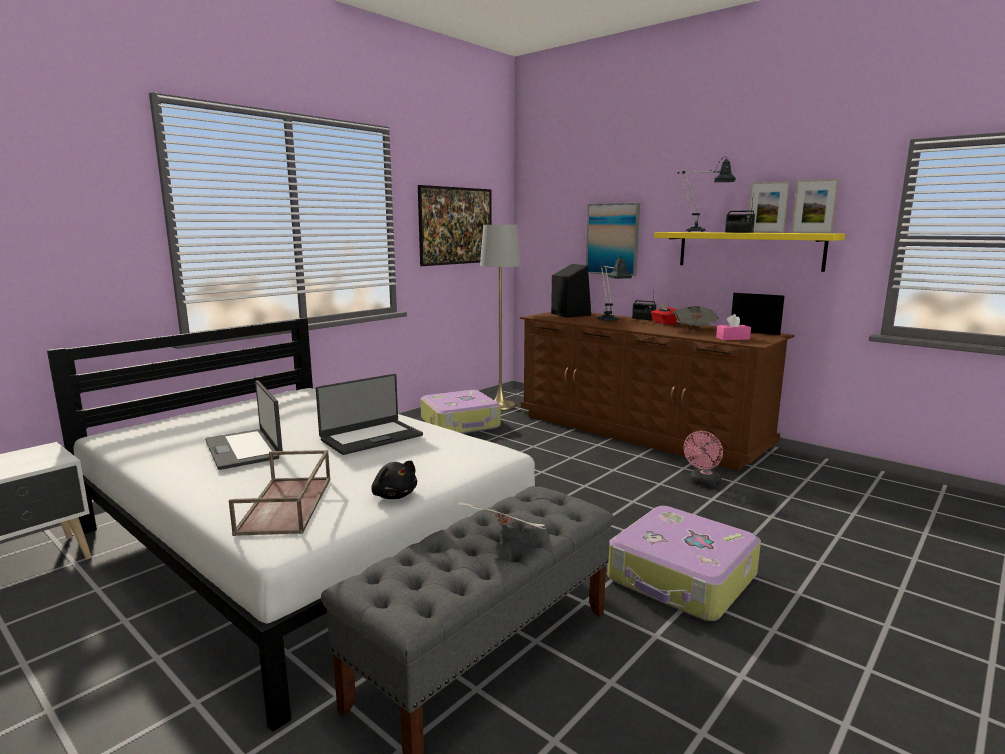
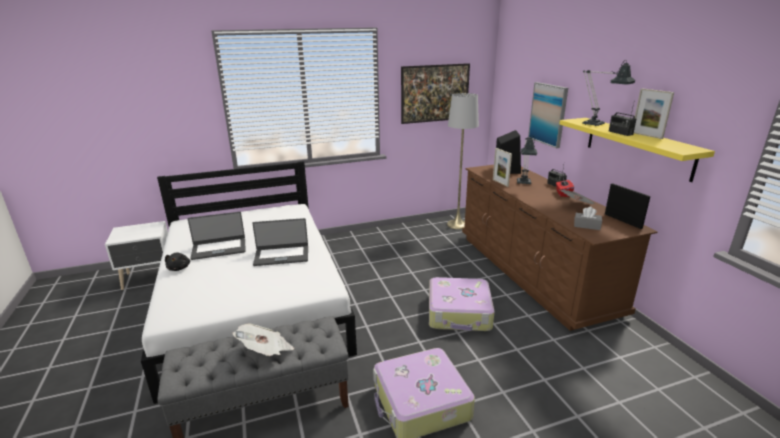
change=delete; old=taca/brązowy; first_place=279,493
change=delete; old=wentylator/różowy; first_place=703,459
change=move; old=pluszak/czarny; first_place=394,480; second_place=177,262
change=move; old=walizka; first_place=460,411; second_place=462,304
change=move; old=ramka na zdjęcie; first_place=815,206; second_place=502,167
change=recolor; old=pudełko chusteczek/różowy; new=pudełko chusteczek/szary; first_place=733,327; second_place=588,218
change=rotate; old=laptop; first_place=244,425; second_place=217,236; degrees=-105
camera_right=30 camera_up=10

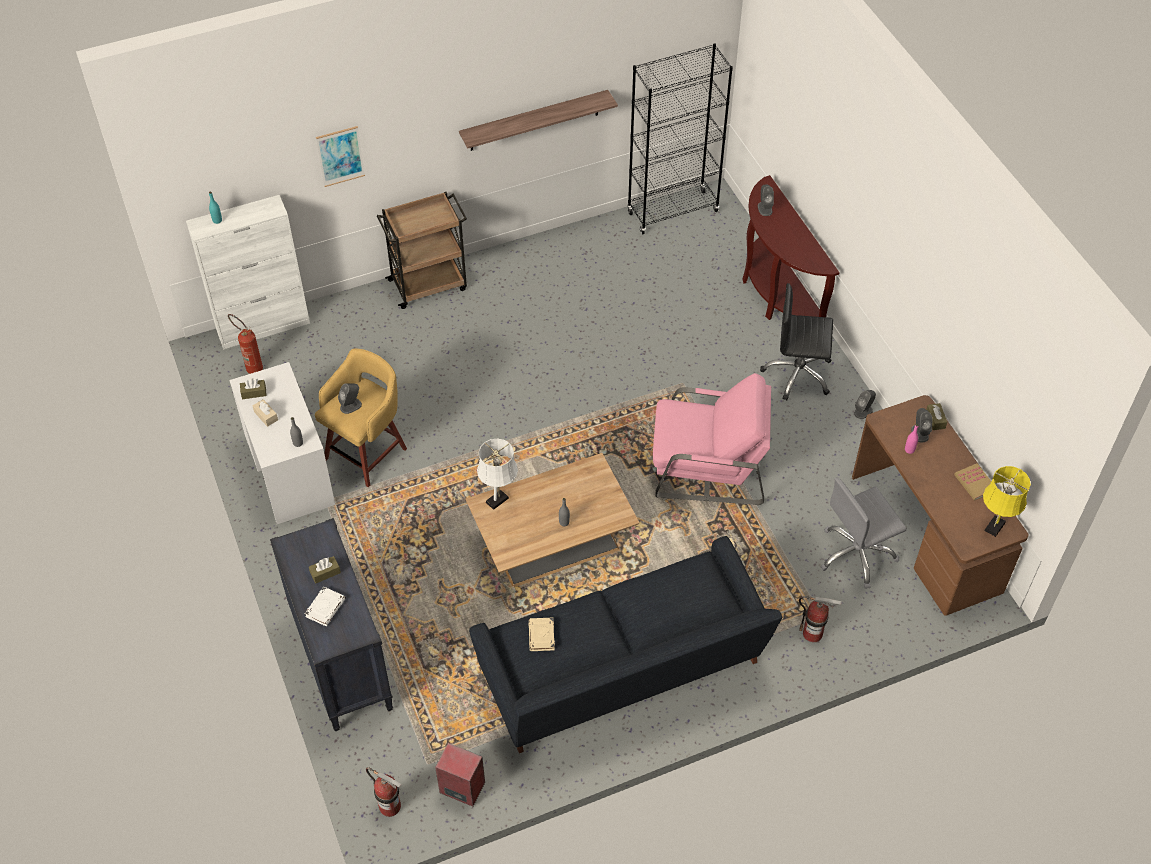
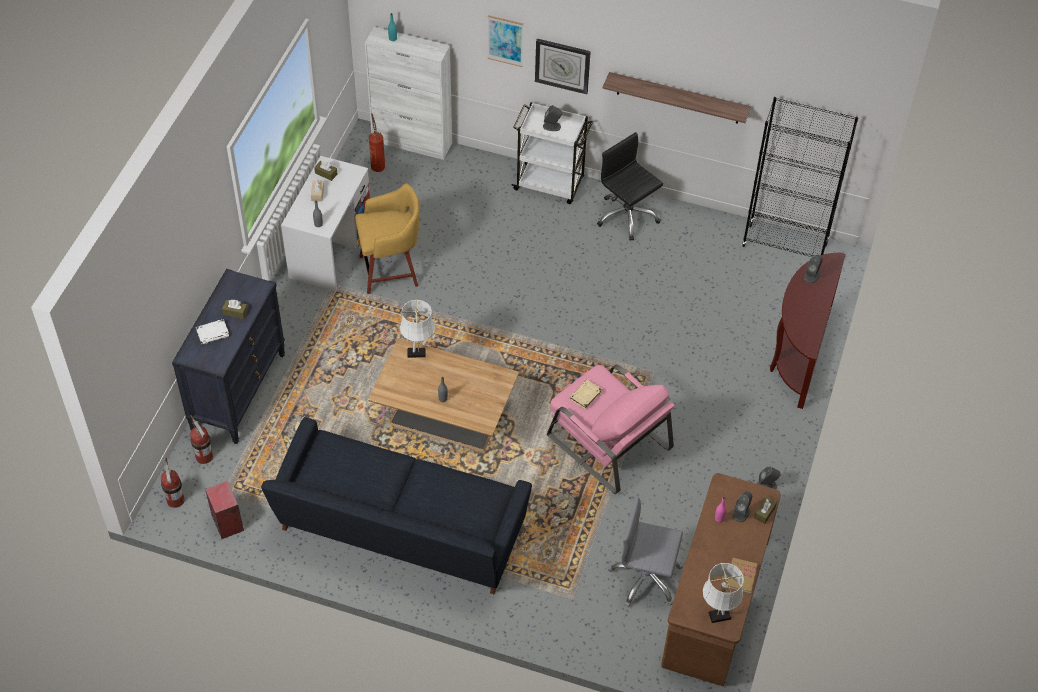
change=insert; new=zegar ścienny; second_place=563,66
change=move; old=głośnik/szary; first_place=350,398; second_place=552,118
change=move; old=książka/beżowy; first_place=541,634; second_place=585,394
change=move; old=krzesło biurowe/czarny; first_place=796,342; second_place=630,186
change=move; old=gaśnica; first_place=820,619; second_place=201,439
change=recolor; old=wózek/brązowy; new=wózek/biały; first_place=422,250; second_place=552,153
change=recolor; old=lampa stołowa/żółty; new=lampa stołowa/biały; first_place=1007,501; second_place=723,593
camera_right=40 camera_up=0

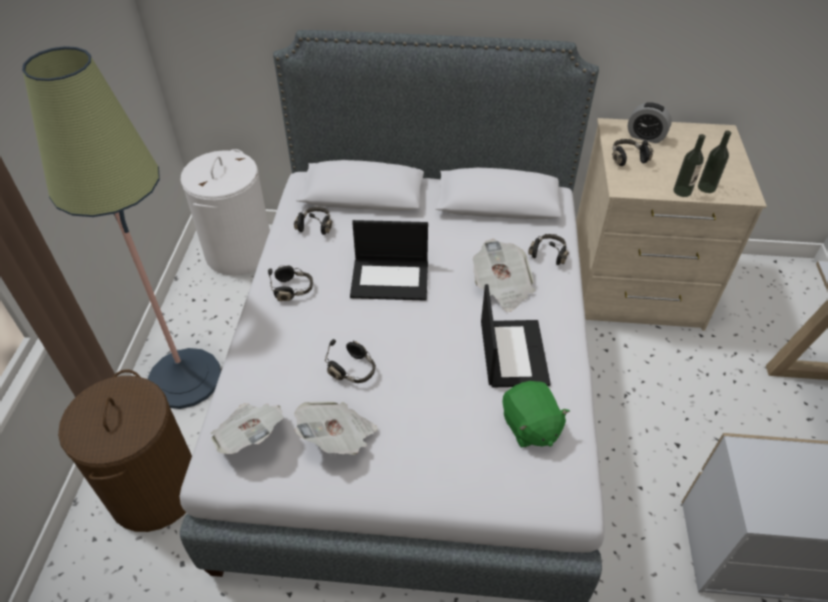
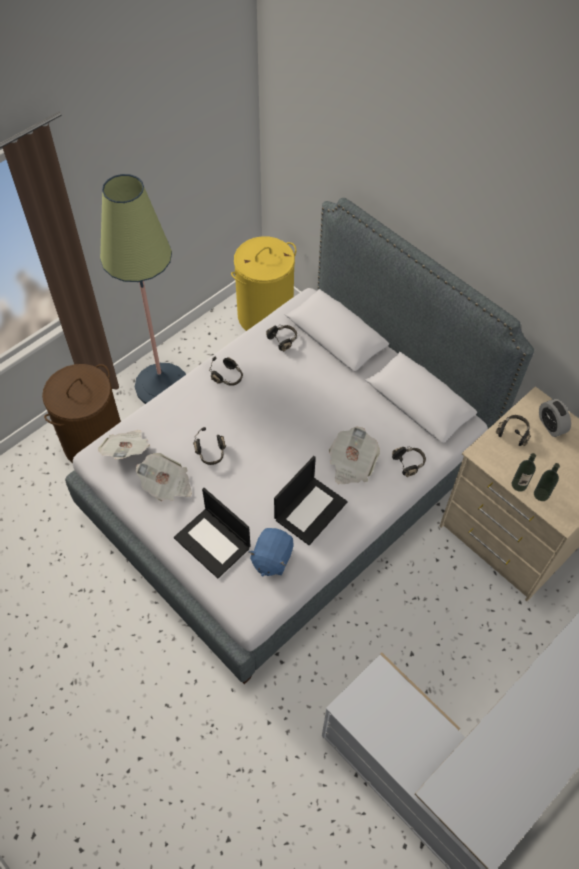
change=move; old=laptop; first_place=389,260; second_place=212,533
change=recolor; old=kosz na pranie/biały; new=kosz na pranie/żółty; first_place=225,212; second_place=263,283
change=recolor; old=pluszak/zielony; new=pluszak/niebieski; first_place=536,414; second_place=271,552
camera_right=40 camera_up=10

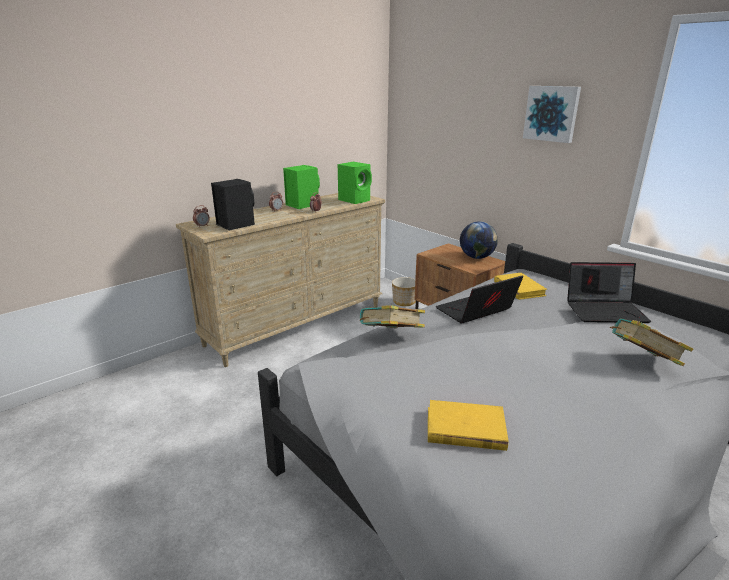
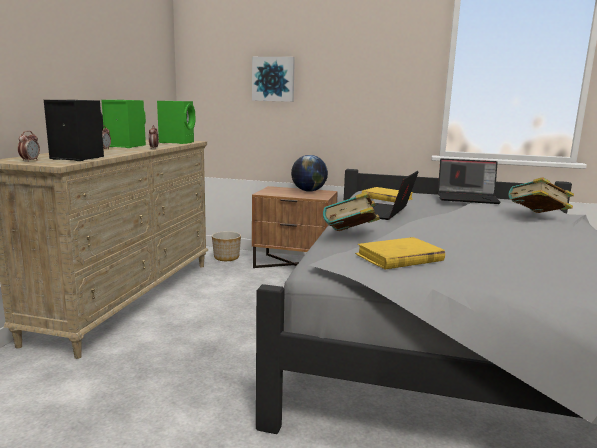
change=move; old=książka/żółty; first_place=468,425; second_place=400,253
change=move; old=obraz; first_place=552,114; second_place=273,79
change=rotate; old=laptop; first_place=609,292; second_place=469,181; degrees=45
camera_right=-35 camera_up=-10

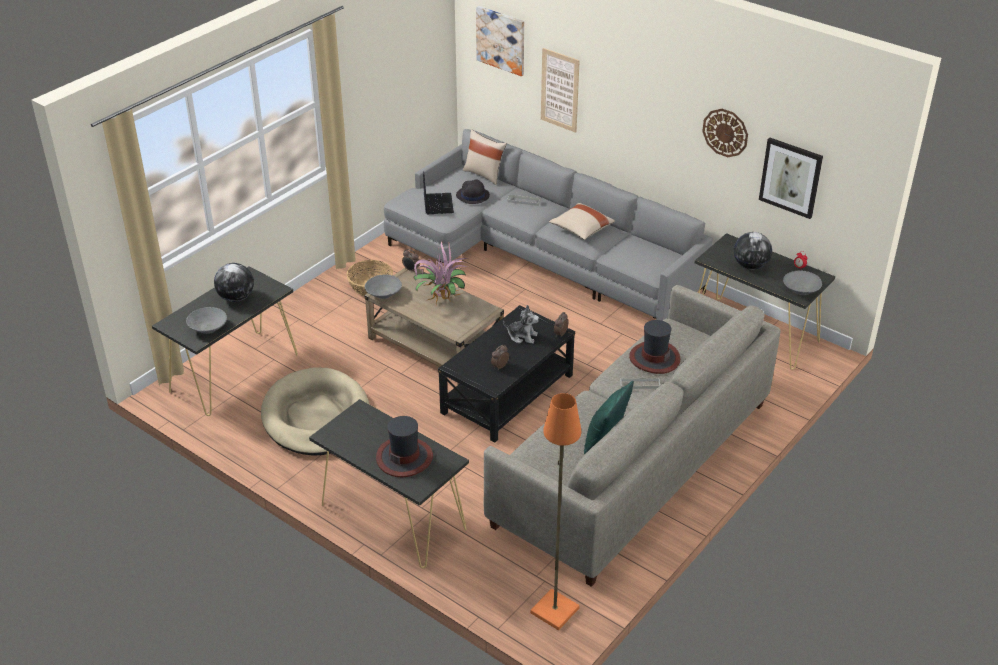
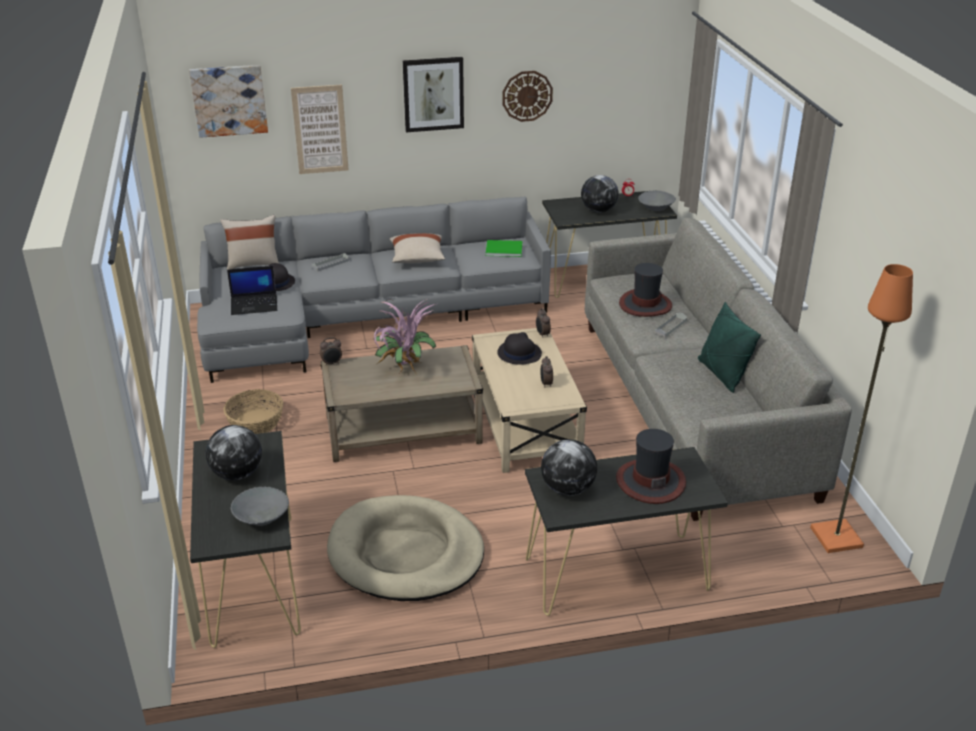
change=delete; old=miska/szary; first_place=383,286
change=insert; new=książka/zielony; second_place=504,248
change=insert; new=globus; second_place=569,467
change=move; old=obraz; first_place=791,178; second_place=433,94
change=replace; old=pluszak; new=kapelusz/czarny; first_place=521,324; second_place=519,348
change=recolor; old=ława/czarny; new=ława/beżowy; first_place=506,374; second_place=529,400
change=rotate; old=laptop; first_place=438,192; second_place=252,290; degrees=135
camera_right=-50 camera_up=-5

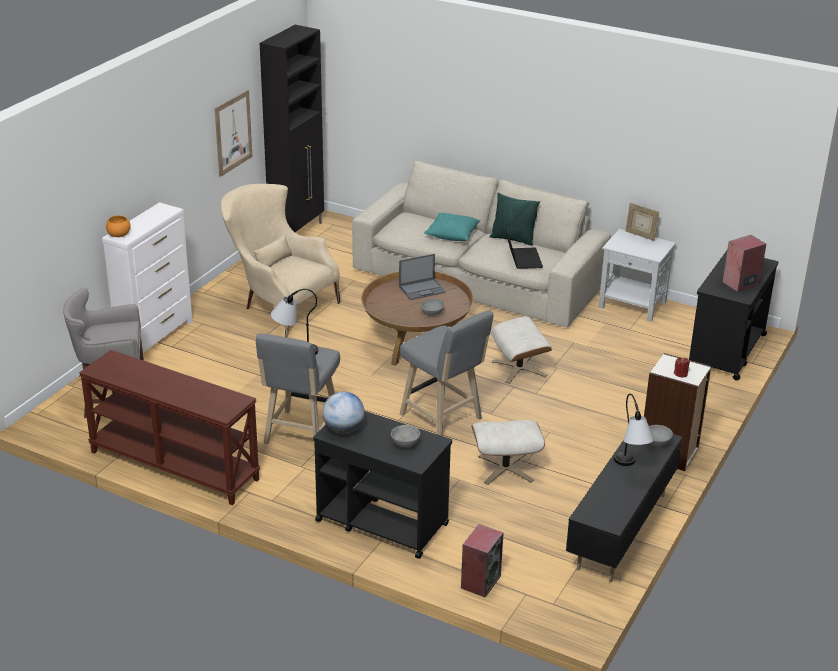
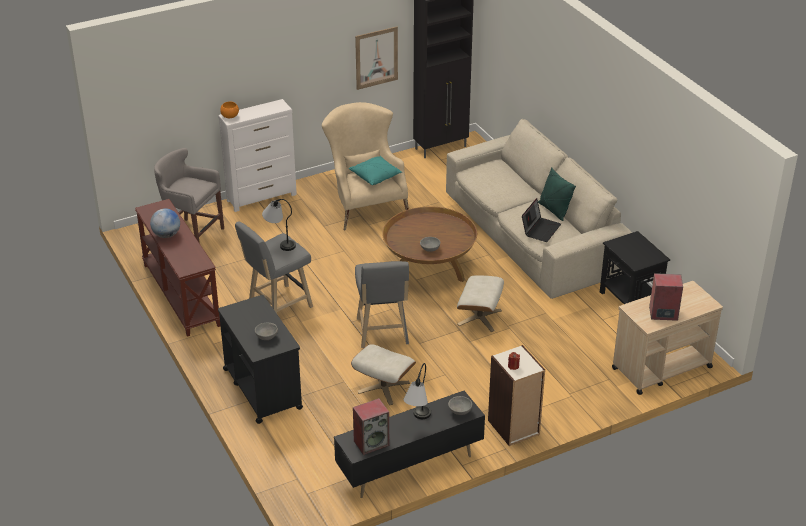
change=delete; old=laptop; first_place=422,277
change=delete; old=ramka na zdjęcie; first_place=642,222
change=move; old=globus; first_place=343,412; second_place=165,223
change=move; old=poduszka/turkusowy; first_place=452,227; second_place=375,170
change=move; old=głośnik; first_place=482,560; second_place=371,426
change=recolor; old=stolik/biały; new=stolik/czarny; first_place=637,275; second_place=635,267
change=recolor; old=wózek/czarny; new=wózek/beżowy; first_place=733,315; second_place=667,338
camera_right=35 camera_up=5

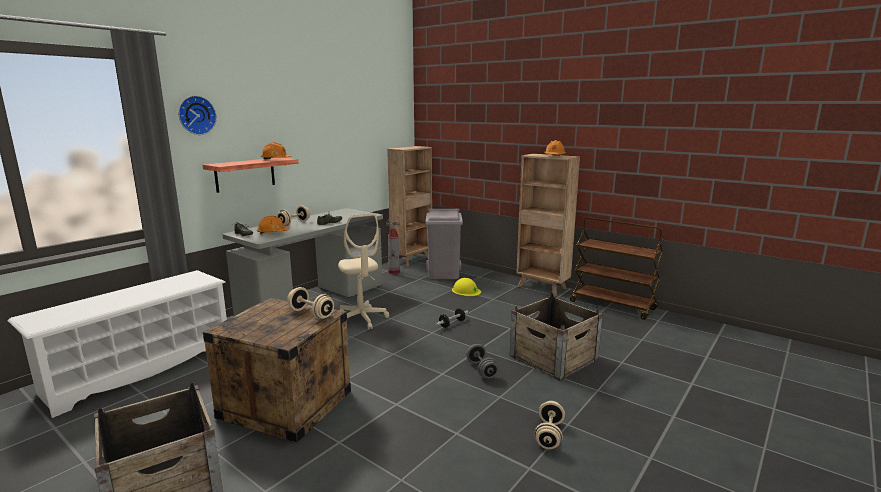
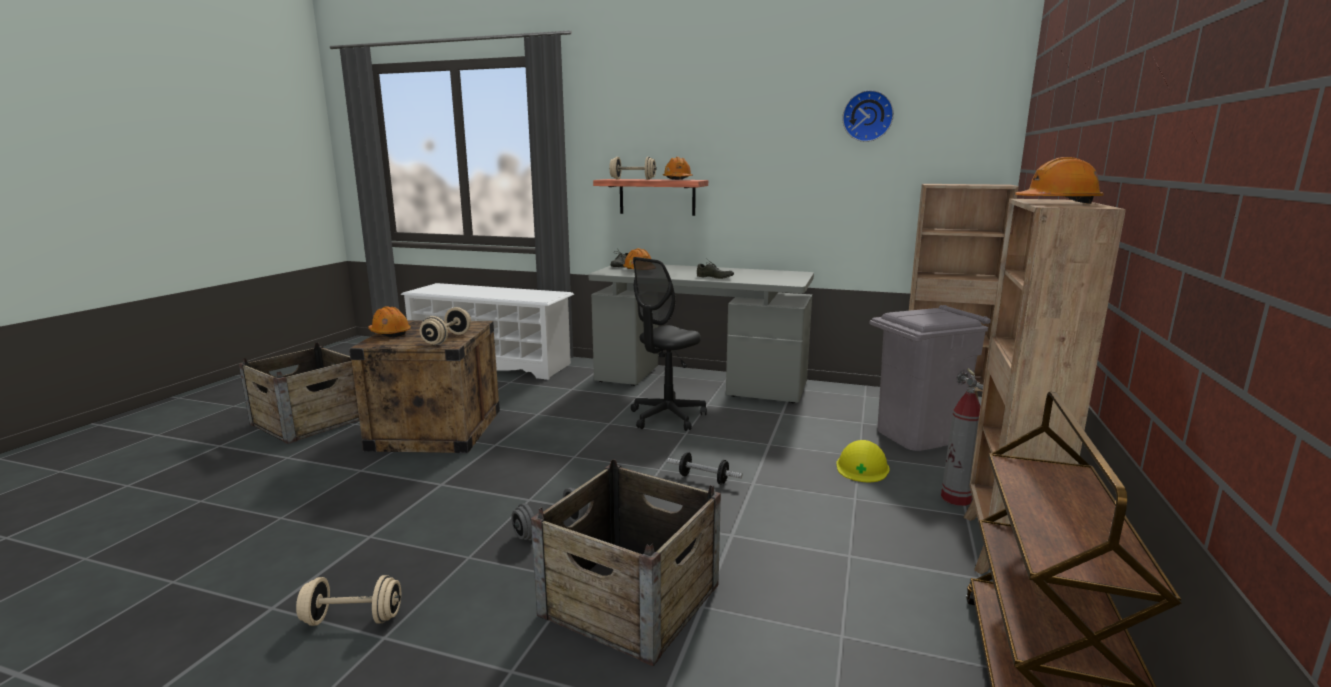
change=insert; new=kask/pomarańczowy; second_place=389,321
change=move; old=zegar ścienny; first_place=197,115; second_place=868,116
change=move; old=hantel/beżowy; first_place=293,216; second_place=633,168
change=move; old=gaśnica; first_place=393,247; second_place=962,437
change=recolor; old=krzesło biurowe/beżowy; new=krzesło biurowe/czarny; first_place=363,271; second_place=669,344
camera_right=70 camera_up=0

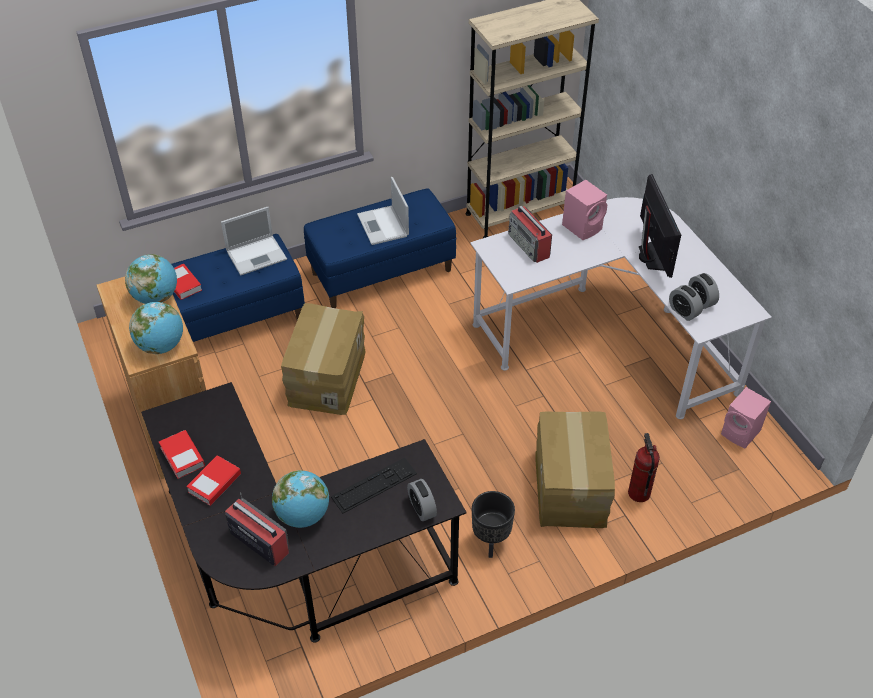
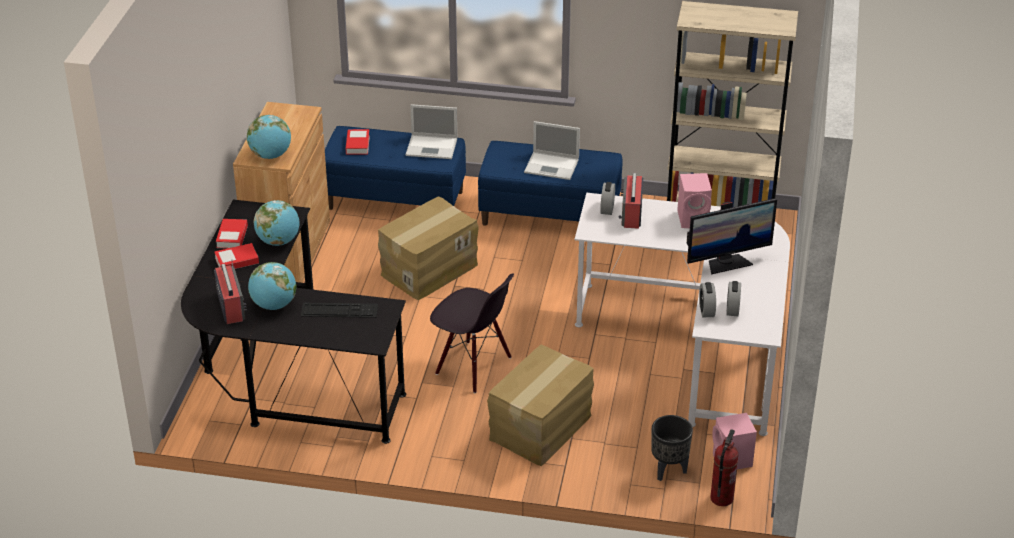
change=insert; new=krzesło/czarny; second_place=472,333
change=move; old=globus; first_place=151,279; second_place=276,223
change=move; old=budzik; first_place=422,500; second_place=607,198
change=move; old=donica/czarny; first_place=493,524; second_place=672,448
change=move; old=gaśnica; first_place=644,467; second_place=724,467
change=rotate; old=laptop; first_place=383,211; second_place=552,150; degrees=-90
change=rotate; old=monitor; first_place=660,226; second_place=732,236; degrees=45
camera_right=35 camera_up=-10

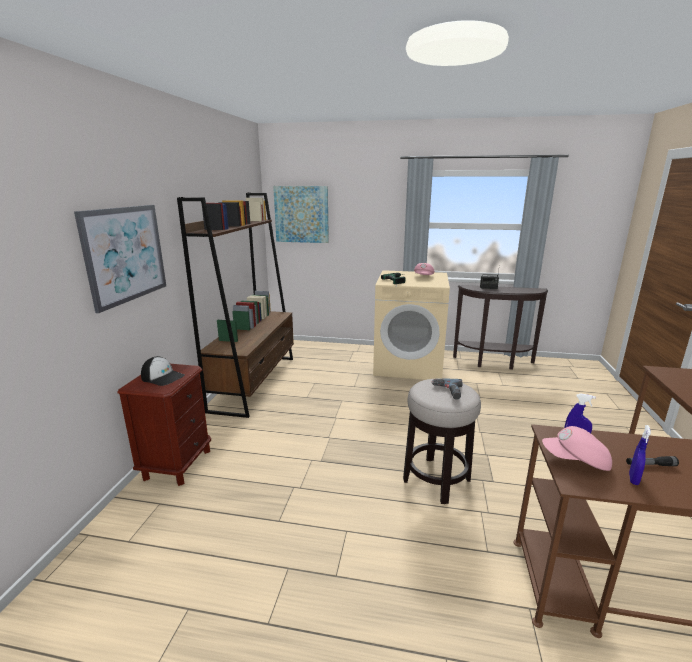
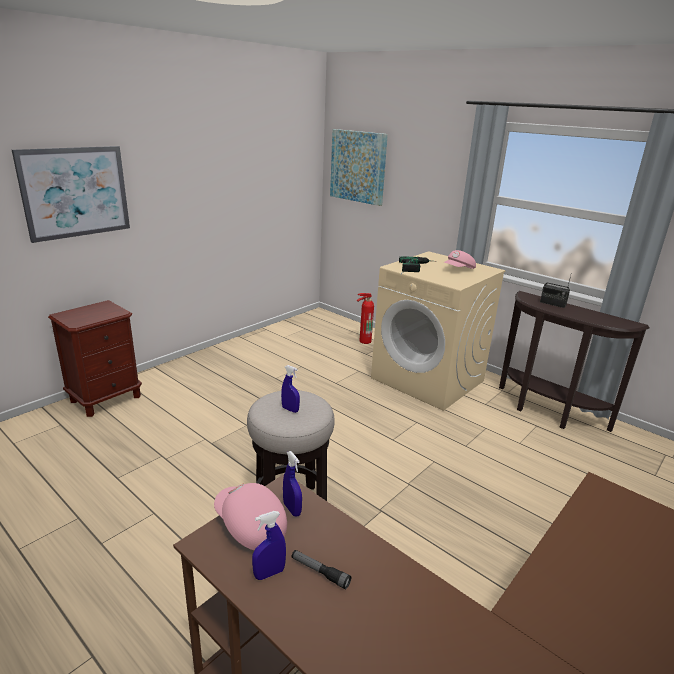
change=delete; old=czapka z daszkiem; first_place=163,371
change=delete; old=regał/brązowy; first_place=235,305
change=insert; new=gaśnica; second_place=365,318
change=replace; old=wiertarka; new=spryskiwacz/niebieski; first_place=446,389; second_place=290,389
camera_right=30 camera_up=5

